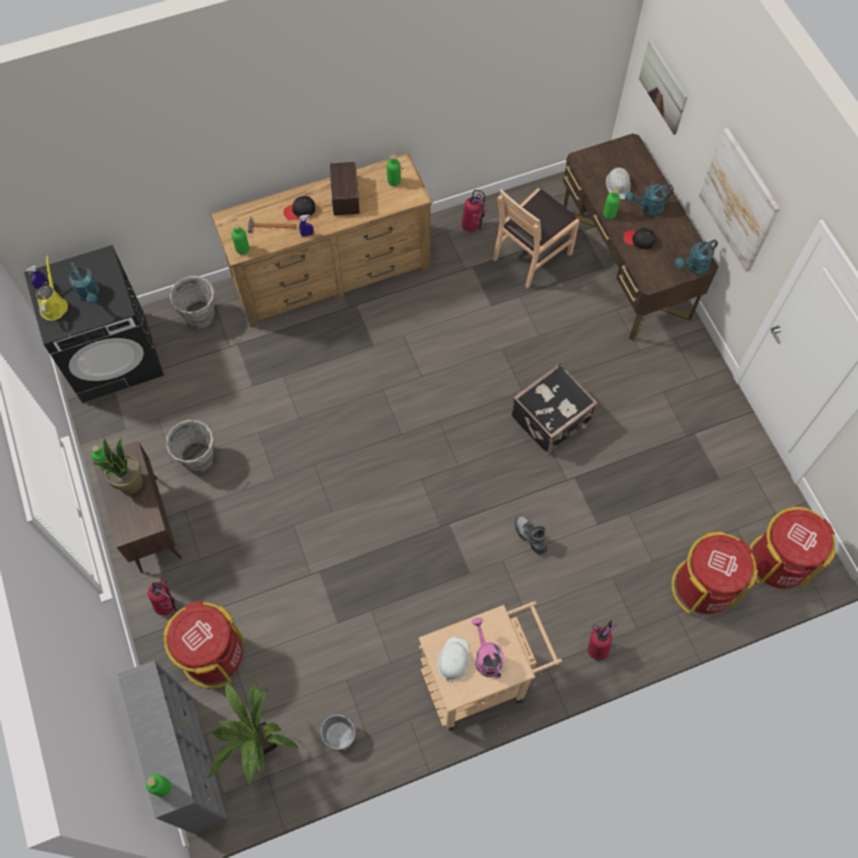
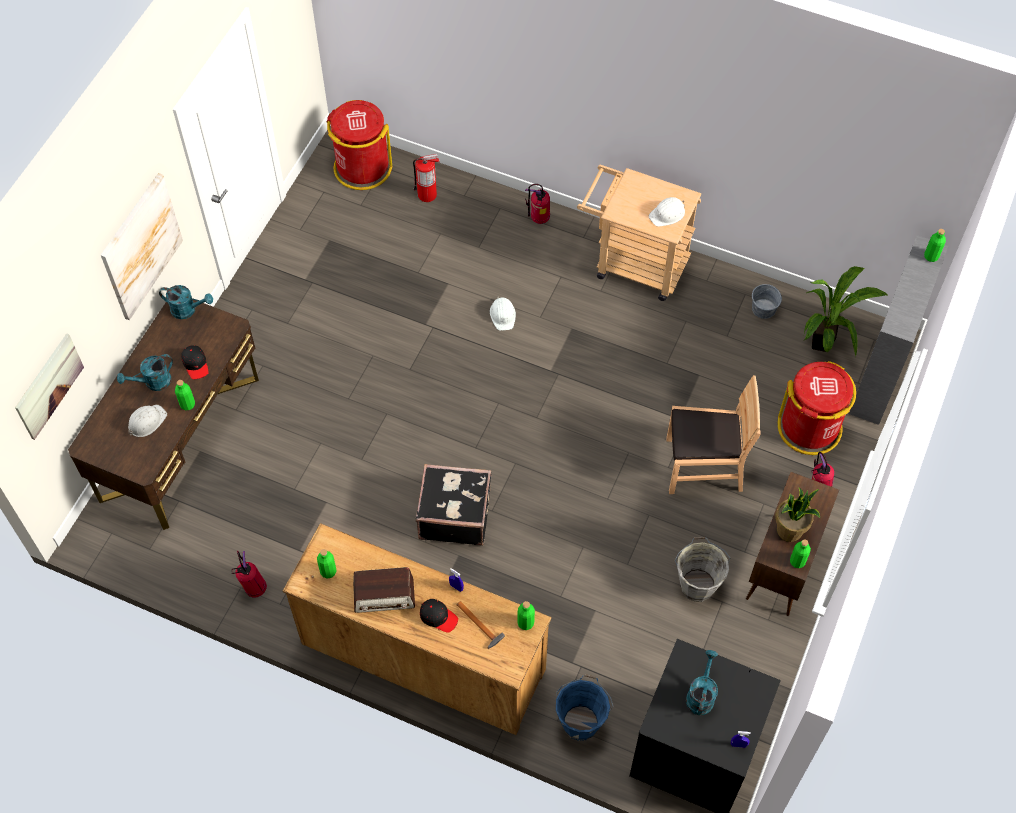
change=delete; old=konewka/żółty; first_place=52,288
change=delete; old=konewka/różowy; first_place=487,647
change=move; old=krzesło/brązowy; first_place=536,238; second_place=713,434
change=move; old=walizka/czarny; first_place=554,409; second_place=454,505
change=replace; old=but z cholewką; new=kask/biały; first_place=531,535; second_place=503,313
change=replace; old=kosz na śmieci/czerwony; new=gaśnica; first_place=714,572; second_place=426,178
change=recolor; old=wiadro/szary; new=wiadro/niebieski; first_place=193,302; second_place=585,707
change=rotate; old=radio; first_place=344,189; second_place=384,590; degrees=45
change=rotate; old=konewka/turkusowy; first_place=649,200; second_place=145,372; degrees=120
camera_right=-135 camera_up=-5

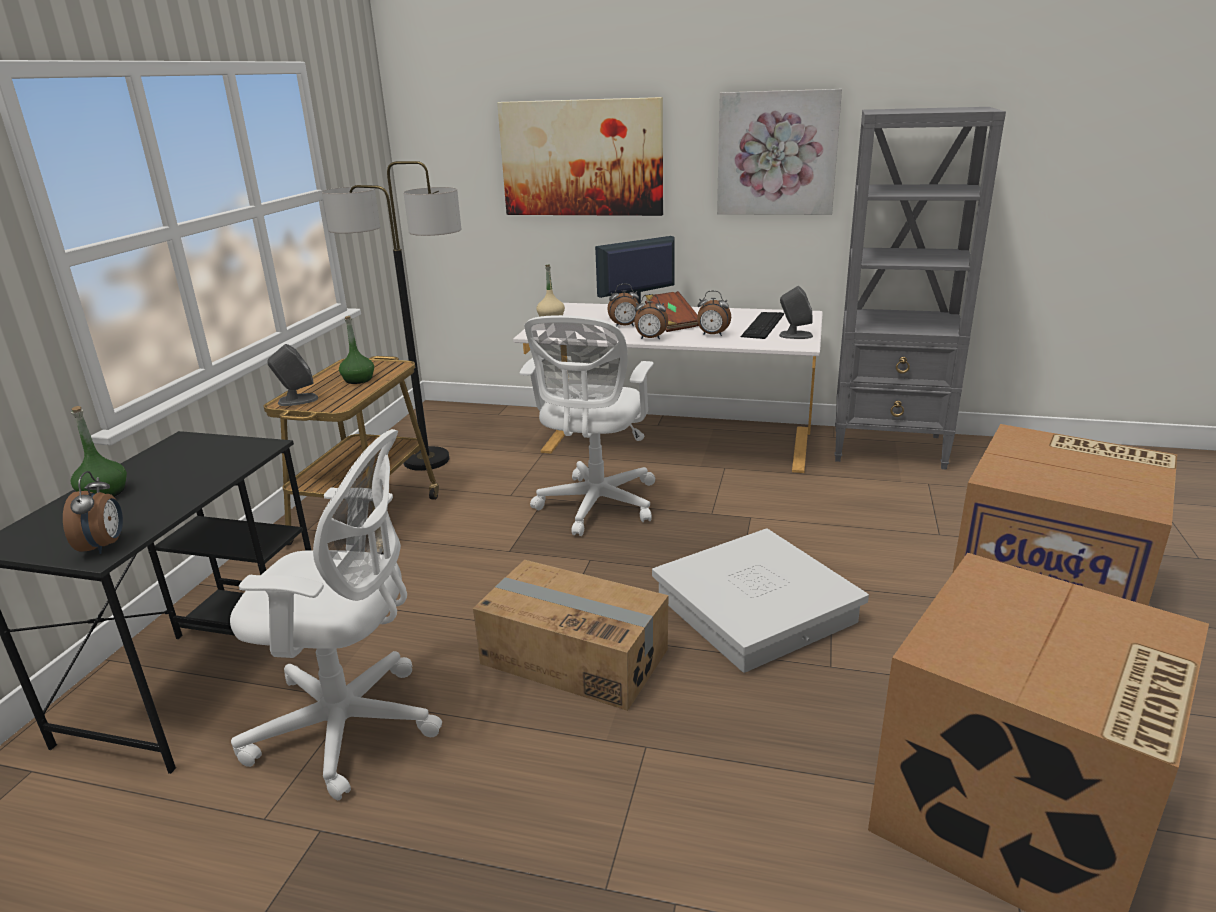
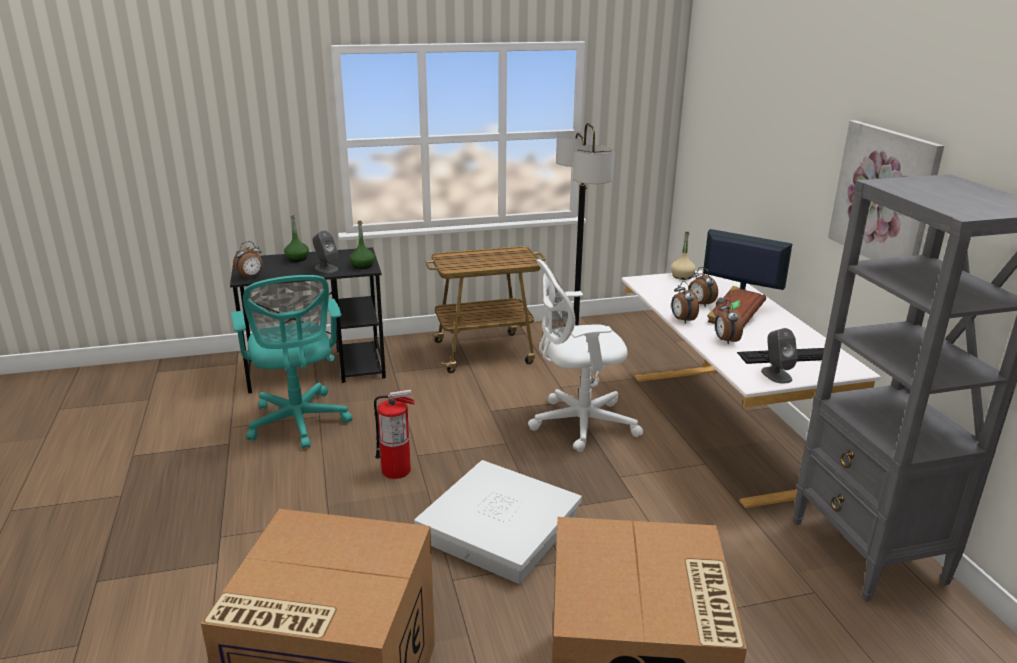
change=delete; old=obraz; first_place=580,156
change=move; old=głośnik/szary; first_place=292,375; second_place=325,251
change=move; old=butelka/zielony; first_place=356,350; second_place=362,244
change=replace; old=karton; new=gaśnica; first_place=571,635; second_place=394,434
change=recolor; old=krzesło biurowe/biały; new=krzesło biurowe/turkusowy; first_place=336,614; second_place=291,362
camera_right=60 camera_up=0

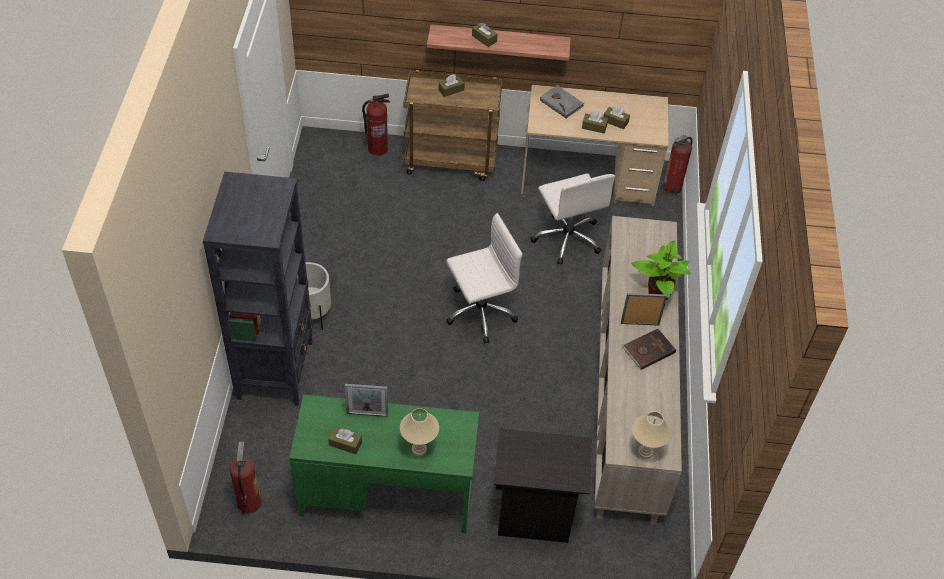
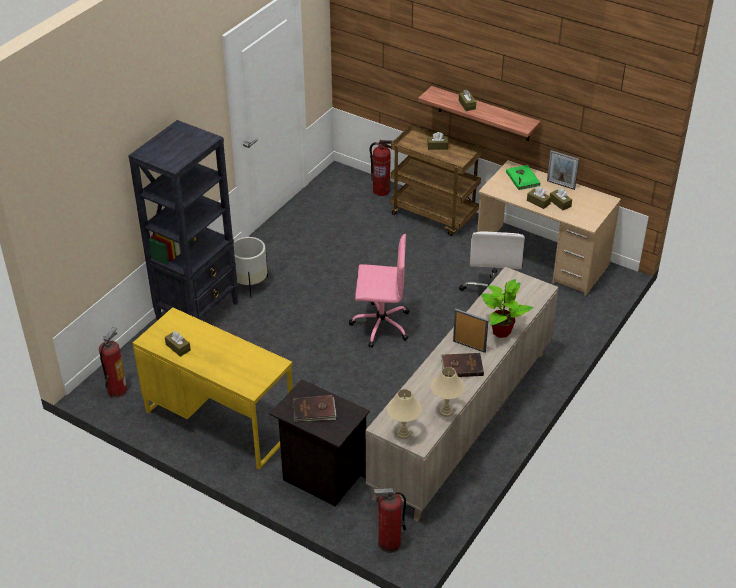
change=insert; new=książka/brązowy; second_place=314,408
change=move; old=ramka na zdjęcie; first_place=366,400; second_place=563,170
change=move; old=lampa stołowa/beżowy; first_place=419,432; second_place=447,392
change=move; old=gaśnica; first_place=677,165; second_place=390,520
change=recolor; old=biurko/zielony; new=biurko/żółty; first_place=384,464; second_place=213,388
change=recolor; old=krzesło biurowe/biały; new=krzesło biurowe/różowy; first_place=484,278; second_place=379,291
change=recolor; old=książka/szary; new=książka/zielony; first_place=562,101; second_place=523,177
camera_right=30 camera_up=-10

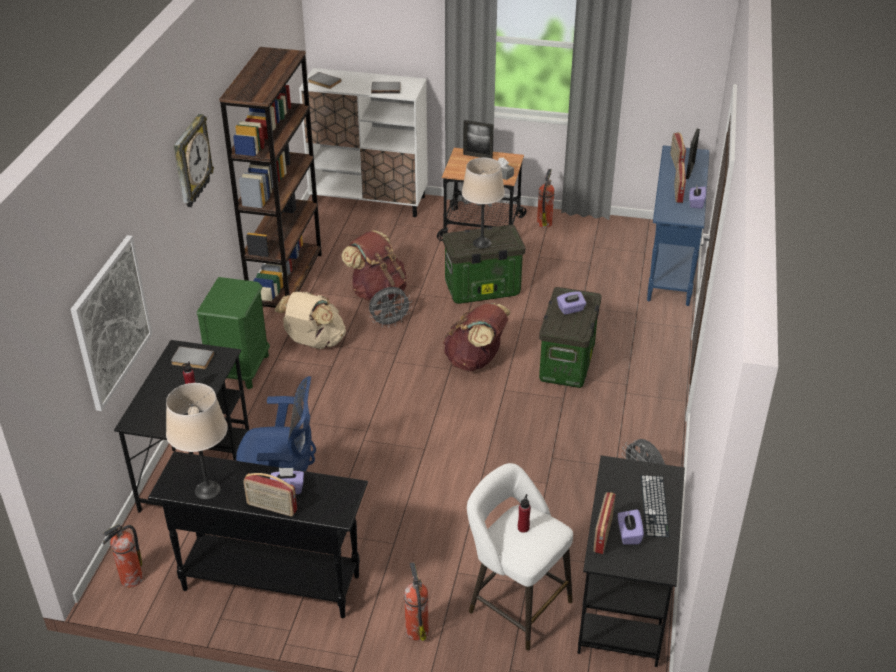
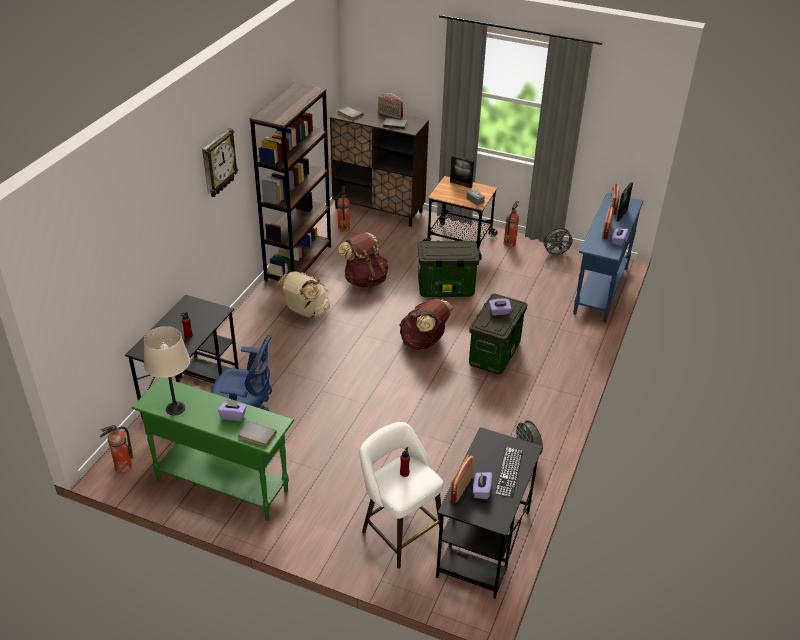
change=delete; old=obraz; first_place=111,323
change=delete; old=szafka nocna/zielony; first_place=233,333
change=delete; old=lampa stołowa/beżowy; first_place=483,202
change=move; old=książka/szary; first_place=192,357; second_place=257,434
change=move; old=radio; first_place=270,495; second_place=390,106
change=move; old=wentylator/szary; first_place=390,307; second_place=559,242
change=move; old=gaśnica; first_place=416,601; second_place=343,209
change=recolor; old=stolik konsolowy/czarny; new=stolik konsolowy/zielony; first_place=258,534; second_place=213,449
change=recolor; old=szafka/biały; new=szafka/brązowy; first_place=363,142; second_place=379,165
camera_right=10 camera_up=0

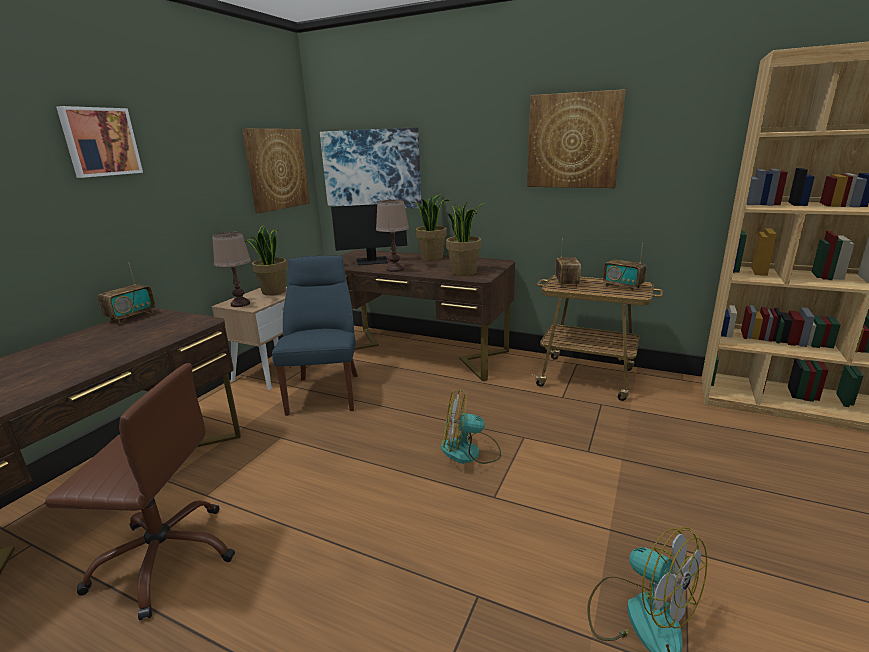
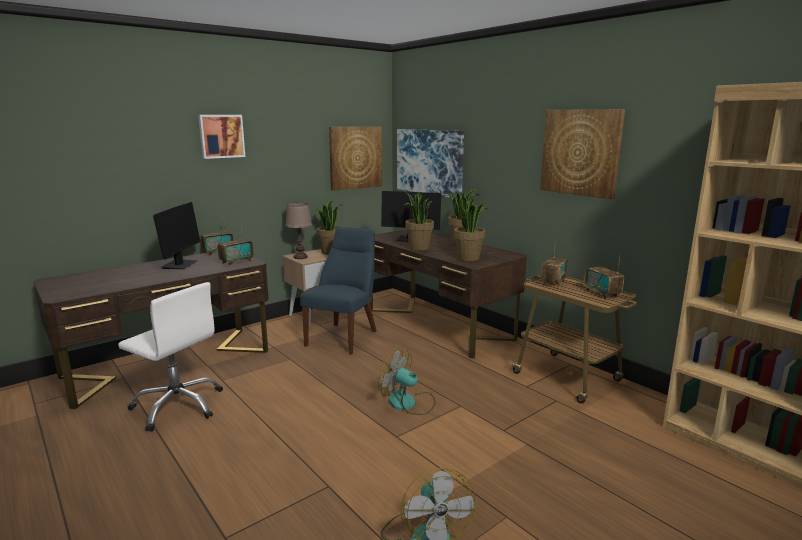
change=insert; new=monitor; second_place=176,235
change=insert; new=radio; second_place=236,246
change=replace; old=lampa stołowa/brązowy; new=roślina doniczkowa; first_place=392,236; second_place=419,221
change=recolor; old=krzesło biurowe/brązowy; new=krzesło biurowe/biały; first_place=140,491; second_place=170,356
camera_right=25 camera_up=-5

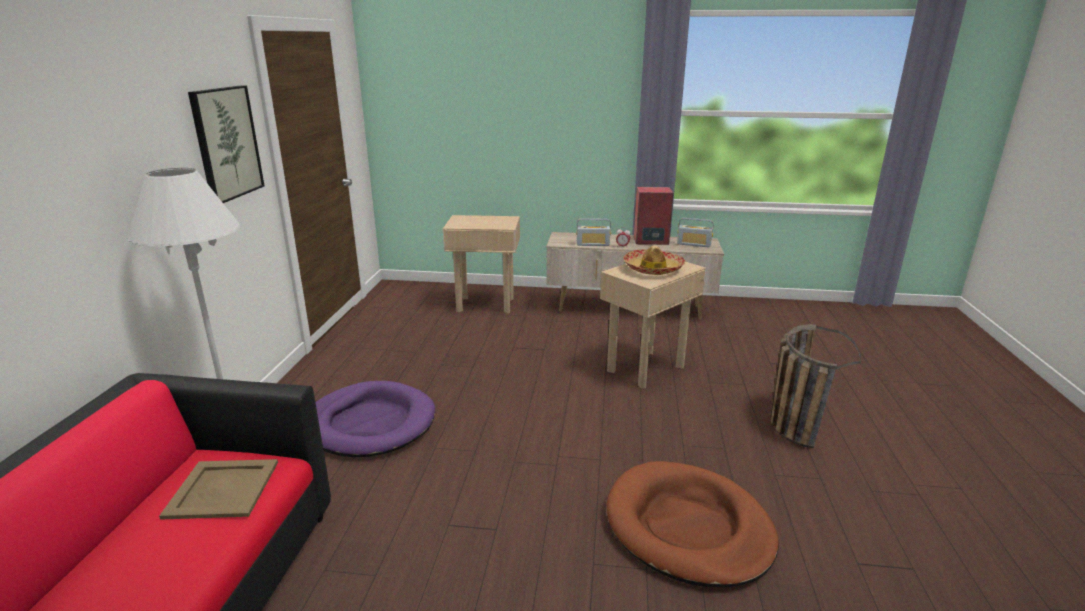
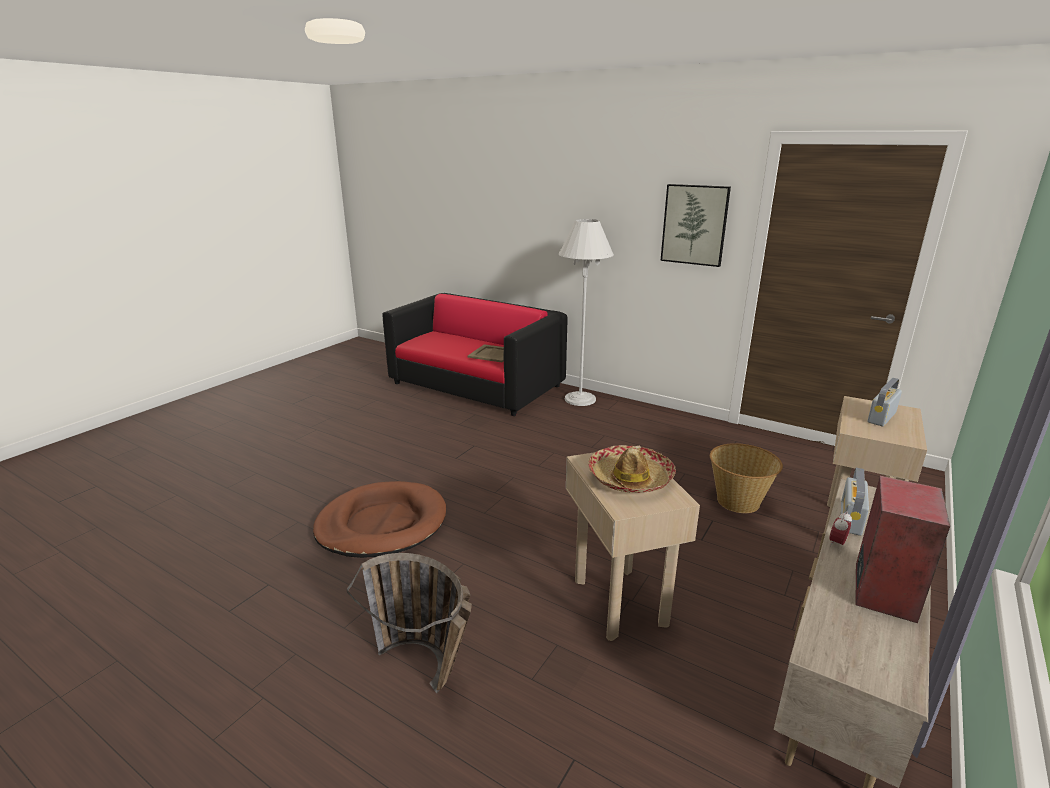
change=delete; old=legowisko/fioletowy; first_place=375,419
change=insert; new=koszyk; second_place=746,478
change=move; old=radio; first_place=695,232; second_place=884,402
camera_right=115 camera_up=0

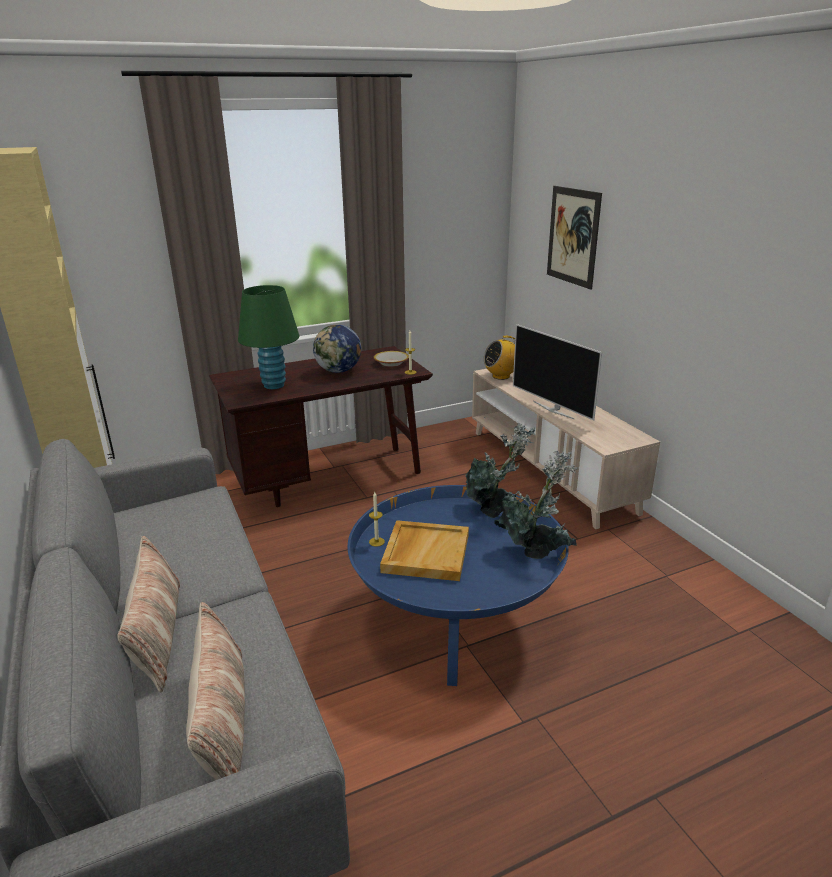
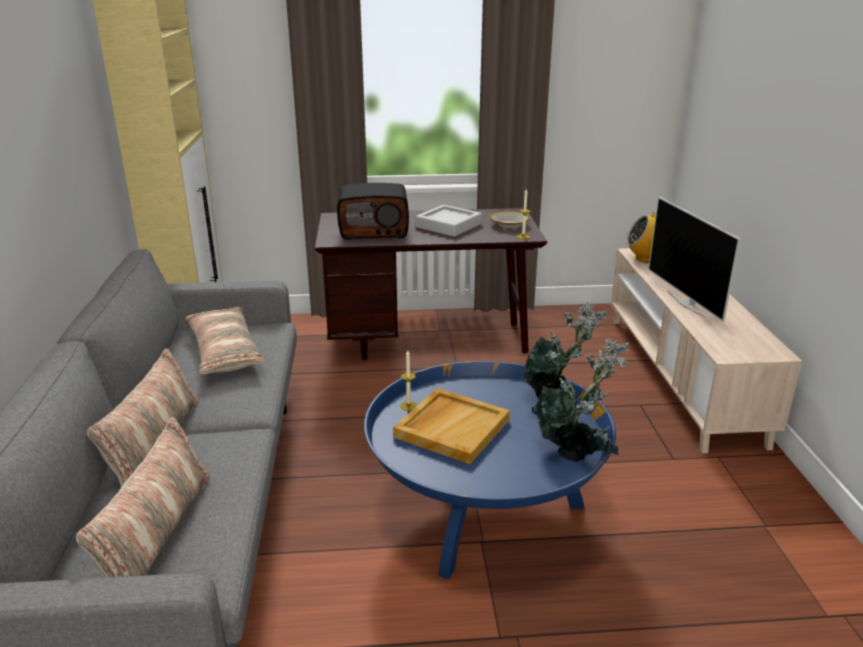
change=delete; old=obraz; first_place=574,238
change=insert; new=poduszka; second_place=225,340
change=replace; old=lampa stołowa/zielony; new=radio; first_place=268,337; second_place=373,211
change=replace; old=globus; new=taca/szary; first_place=337,348; second_place=448,221
camera_right=20 camera_up=0

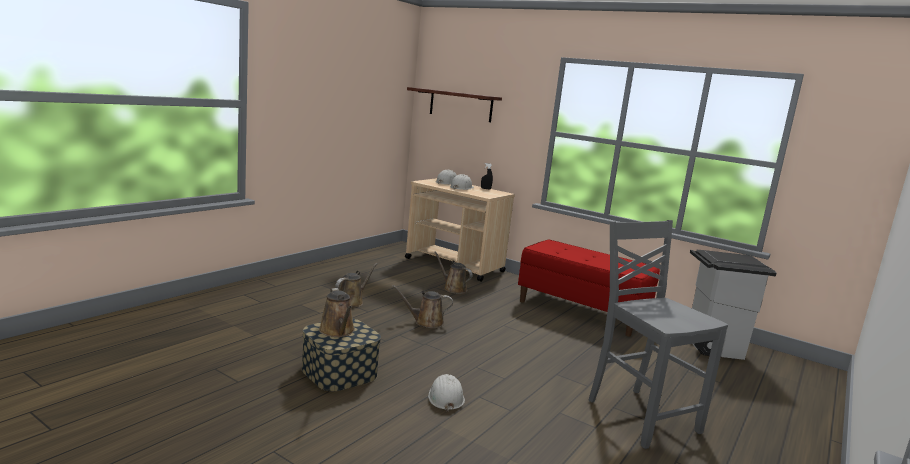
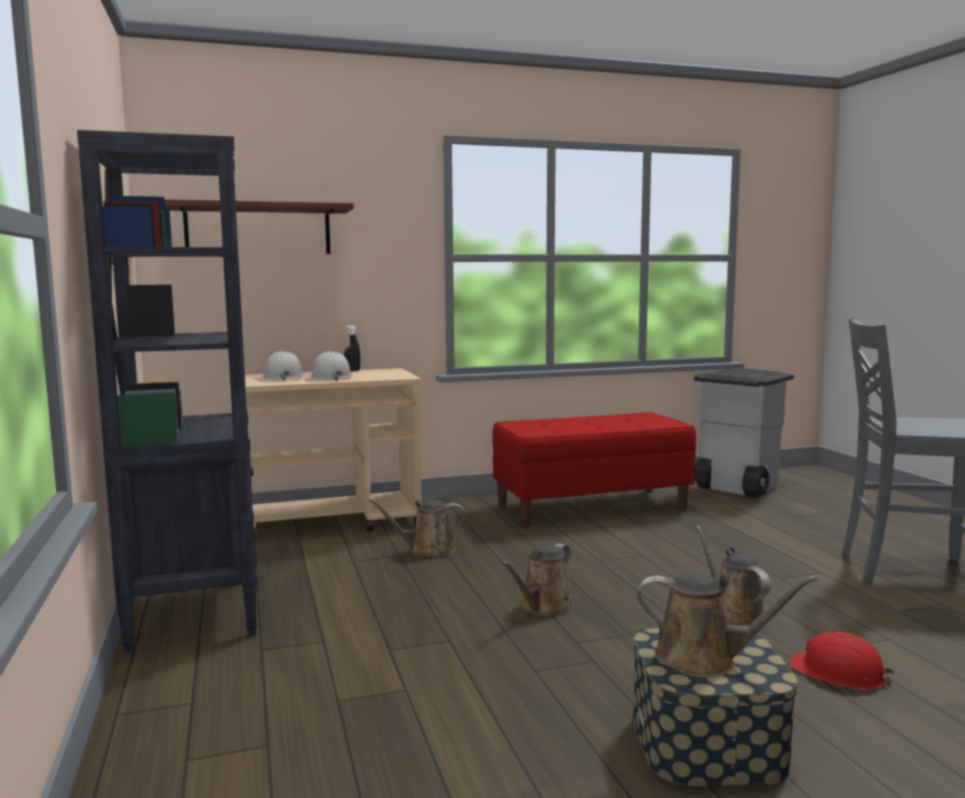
change=insert; new=regał/czarny; second_place=167,391
change=move; old=konewka/brązowy; first_place=356,285; second_place=733,575
change=recolor; old=kask/biały; new=kask/czerwony; first_place=446,393; second_place=842,661
camera_right=-50 camera_up=-5

